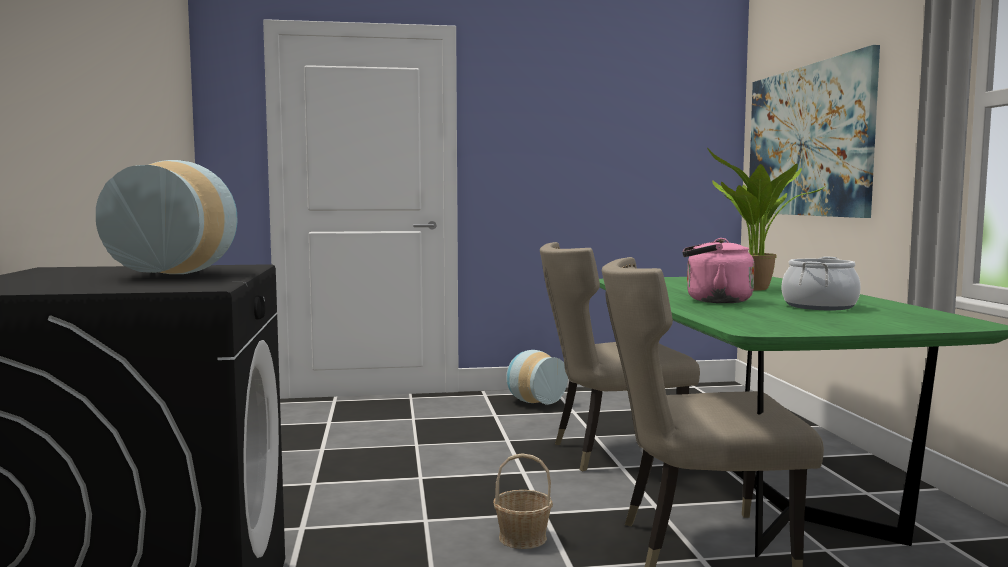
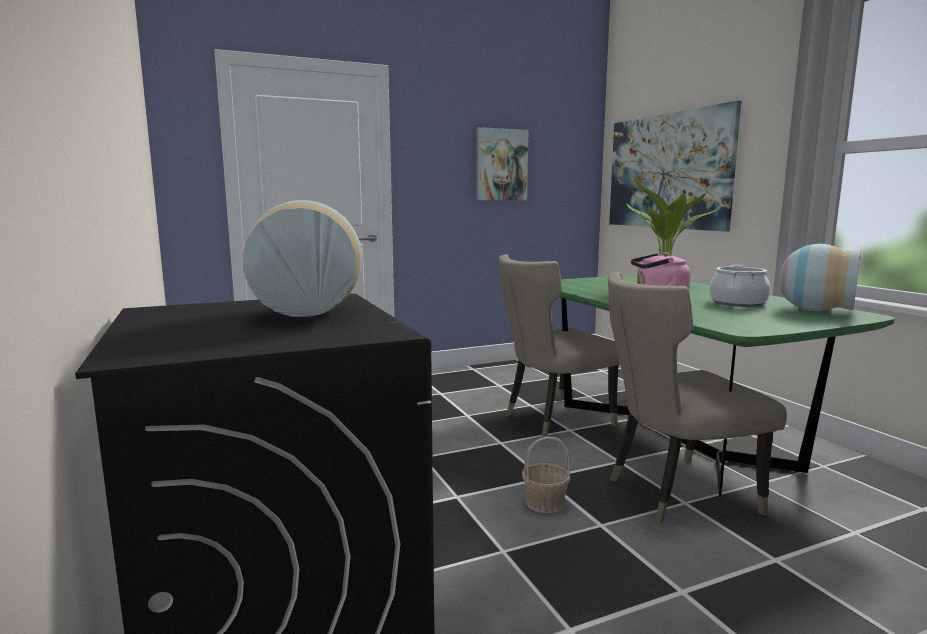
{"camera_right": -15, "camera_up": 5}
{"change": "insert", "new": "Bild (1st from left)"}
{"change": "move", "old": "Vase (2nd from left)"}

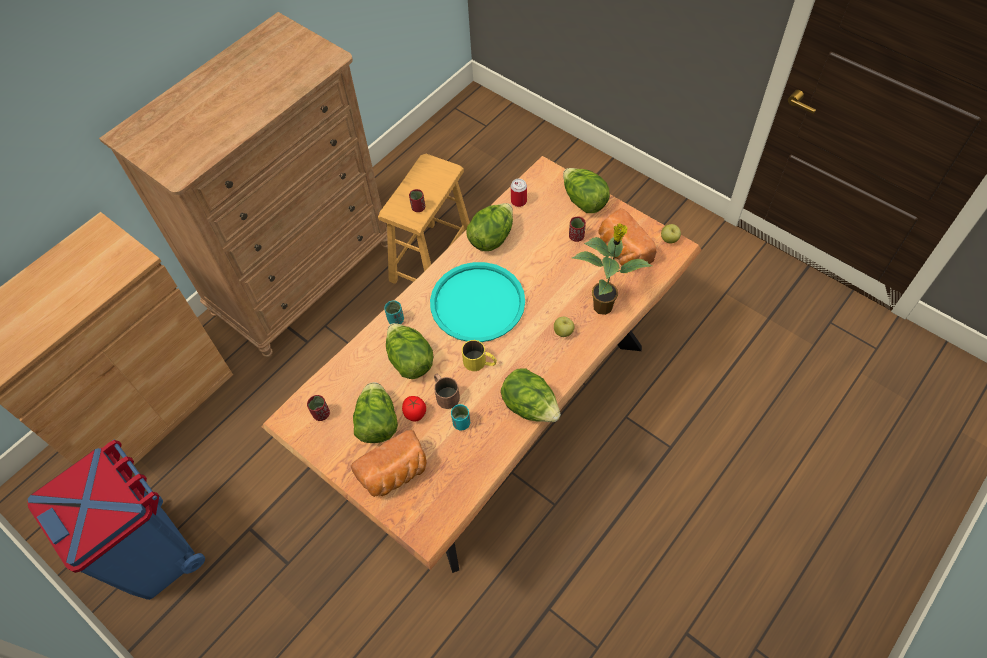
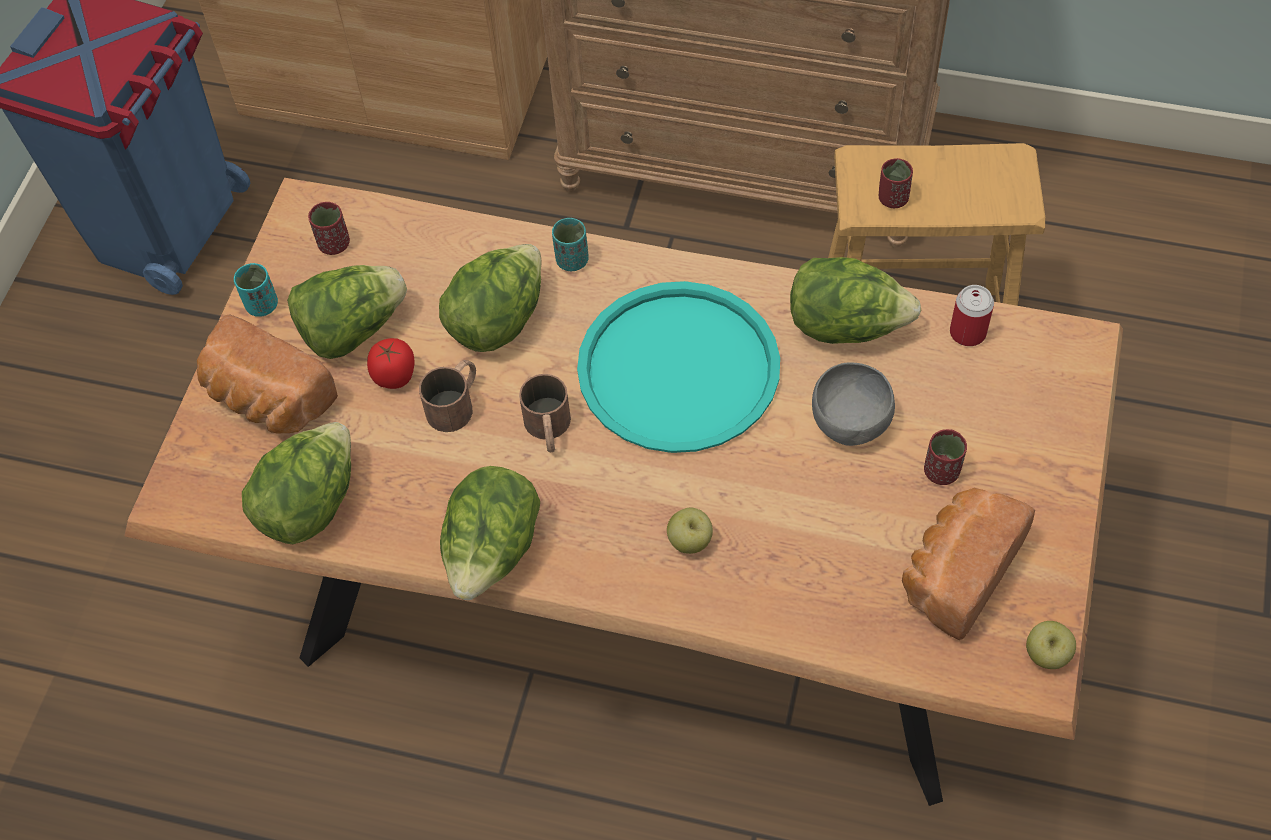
{"camera_right": 65, "camera_up": 0}
{"change": "delete", "old": "Topfpflanze"}
{"change": "insert", "new": "Schüssel (grau)"}
{"change": "move", "old": "Tasse (türkis) (2nd from left in the first image)", "new": "Tasse (türkis) (1st from left)"}
{"change": "move", "old": "Salatkopf (5th from left in the first image)", "new": "Salatkopf (1st from left)"}
{"change": "recolor", "old": "Henkelbecher (gelb)", "new": "Henkelbecher (braun) (2nd from left)"}

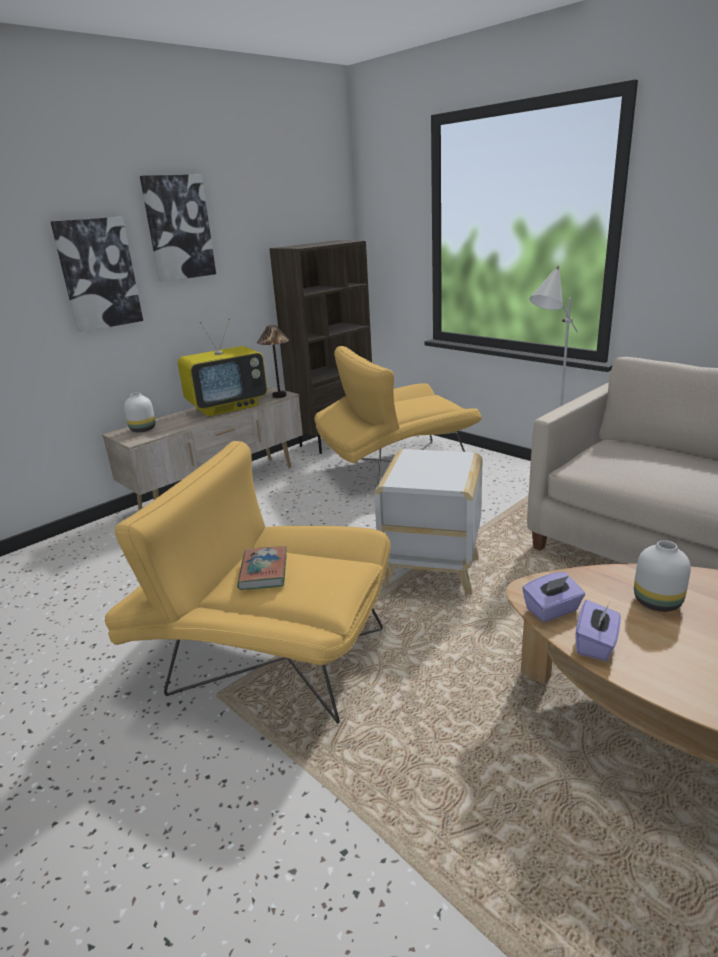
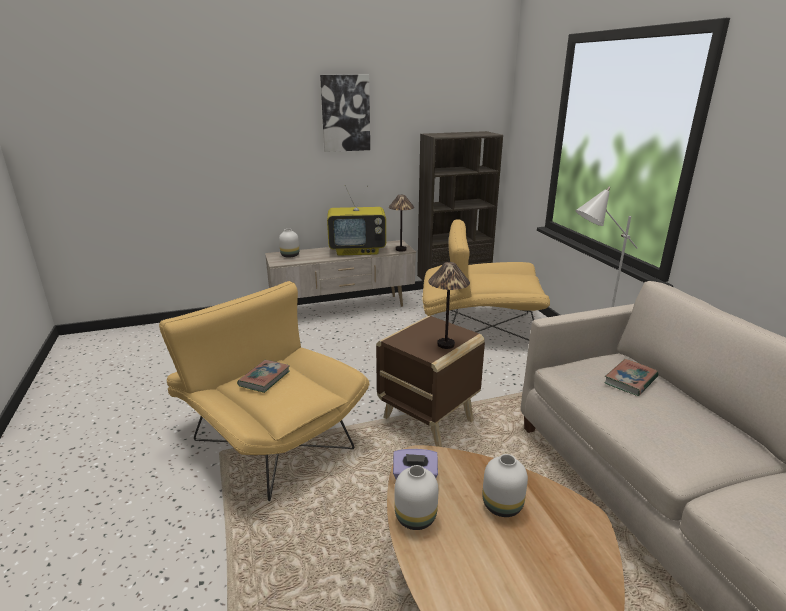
{"camera_right": 25, "camera_up": 0}
{"change": "delete", "old": "Bild (1st from left)"}
{"change": "insert", "new": "Tischlampe (2nd from left)"}
{"change": "insert", "new": "Buch (2nd from left)"}
{"change": "replace", "old": "Taschentuchbox (lila) (2nd from left)", "new": "Vase (weiß) (2nd from left)"}
{"change": "recolor", "old": "Beistelltisch (weiß)", "new": "Beistelltisch (braun)"}

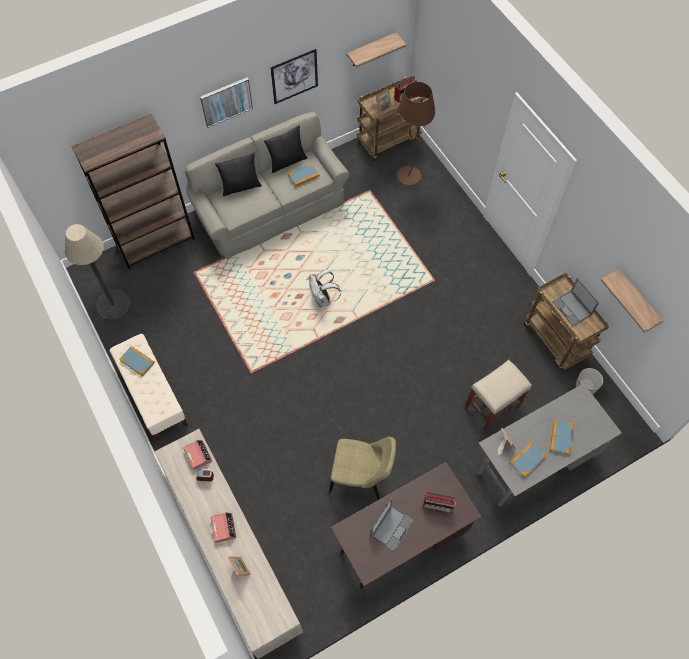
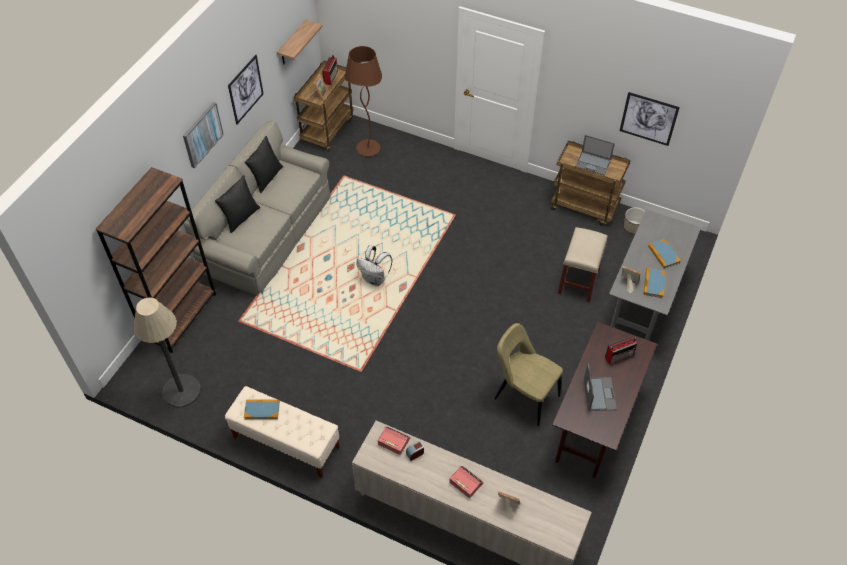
{"camera_right": -35, "camera_up": -10}
{"change": "delete", "old": "Buch (2nd from left)"}
{"change": "replace", "old": "Wandregal (2nd from left)", "new": "Bild (3rd from left)"}
{"change": "rotate", "old": "Stuhl (beige)", "degrees": -120}

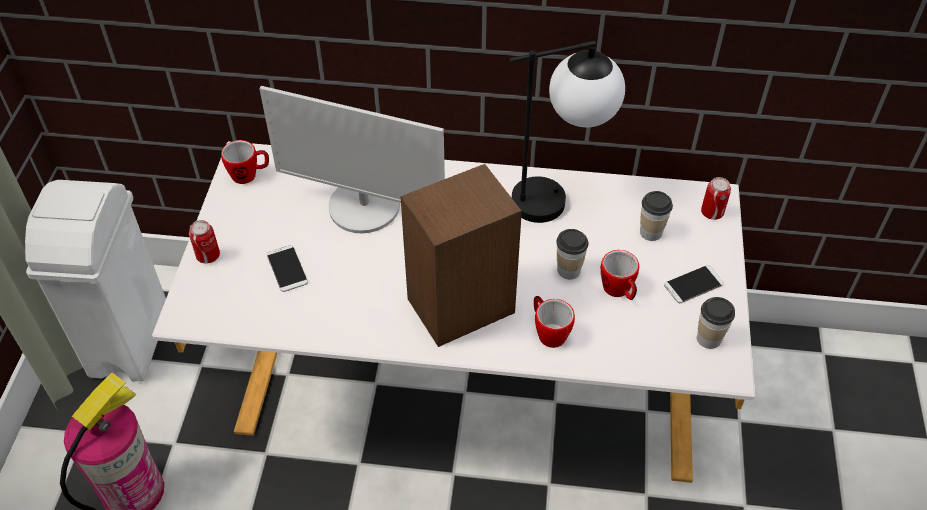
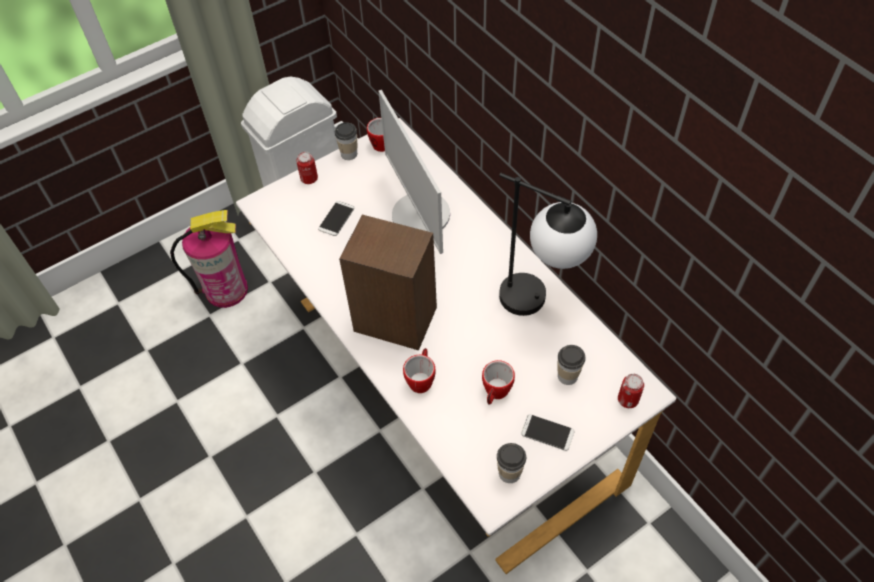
{"camera_right": 50, "camera_up": 5}
{"change": "move", "old": "Tasse (1st from left)"}

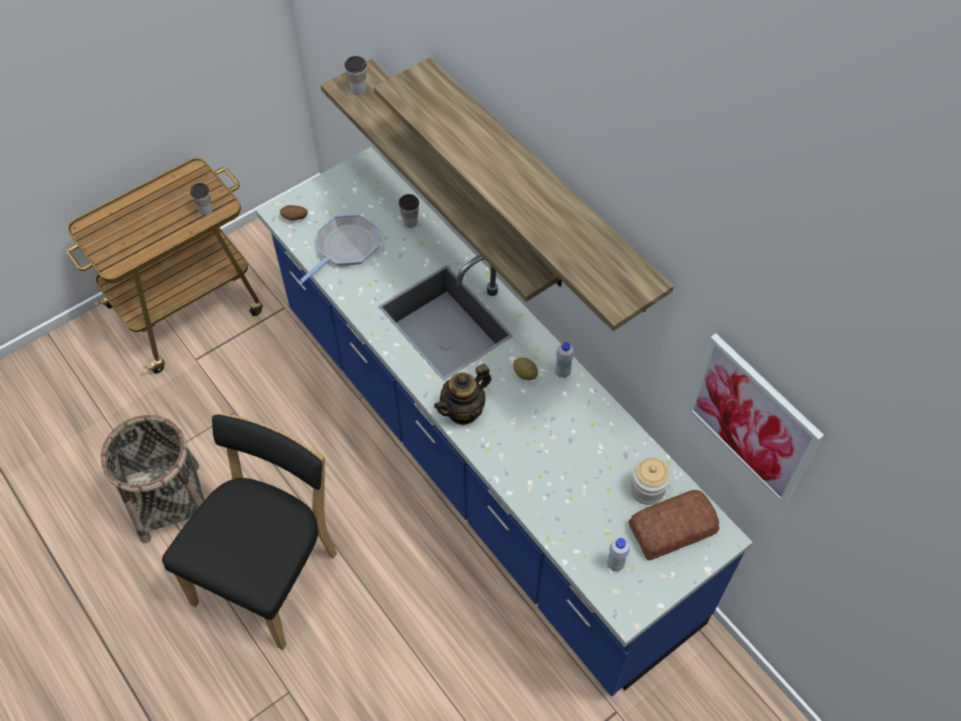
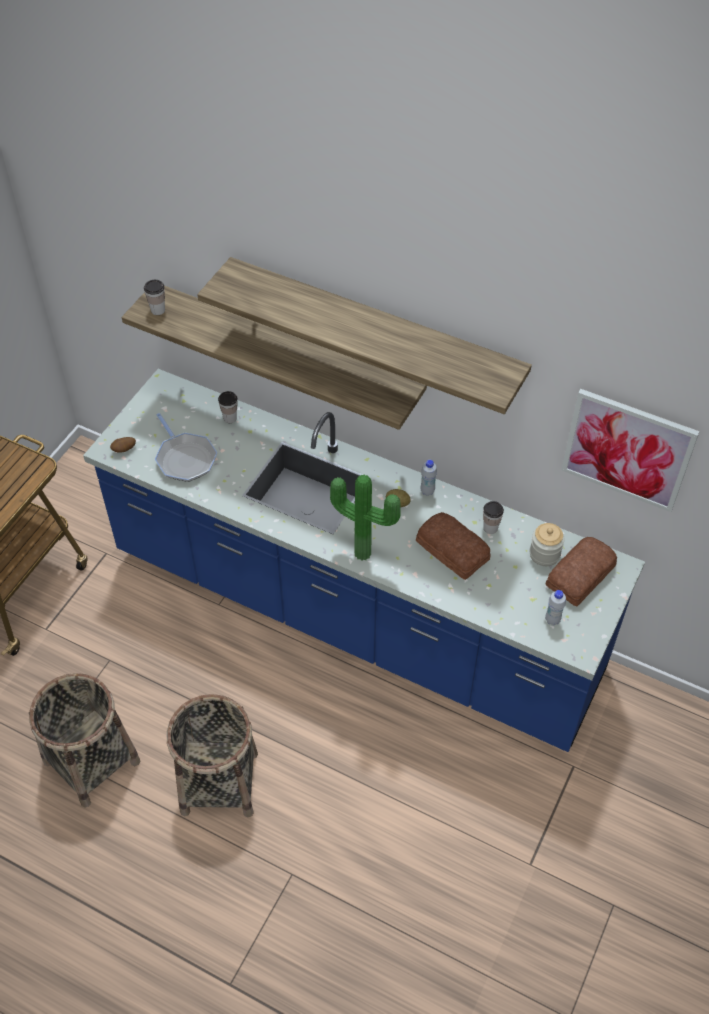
{"camera_right": -25, "camera_up": -5}
{"change": "insert", "new": "Brot (1st from left)"}
{"change": "move", "old": "Tasse (1st from left in the first image)", "new": "Tasse (3rd from left)"}
{"change": "replace", "old": "Stuhl (schwarz)", "new": "Korb (2nd from left)"}
{"change": "replace", "old": "Teekanne", "new": "Topfpflanze"}
{"change": "rotate", "old": "Pfanne", "degrees": 135}

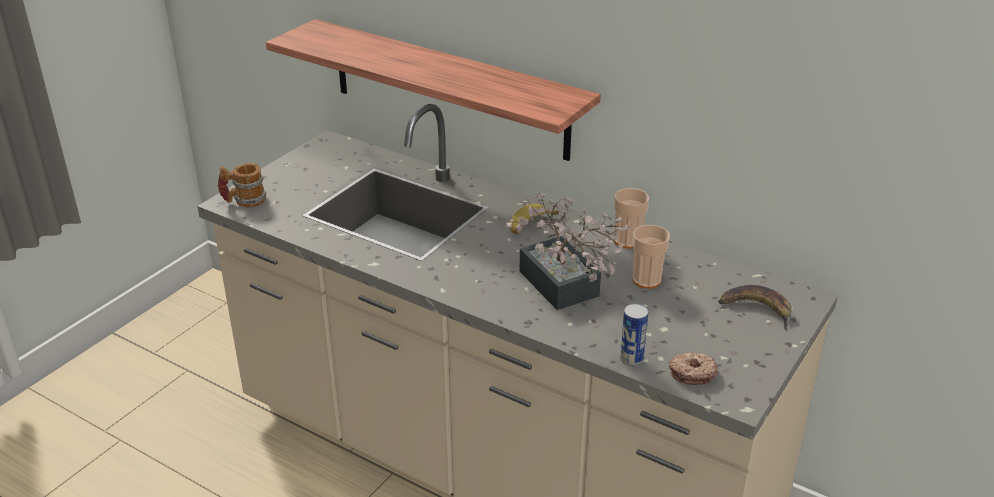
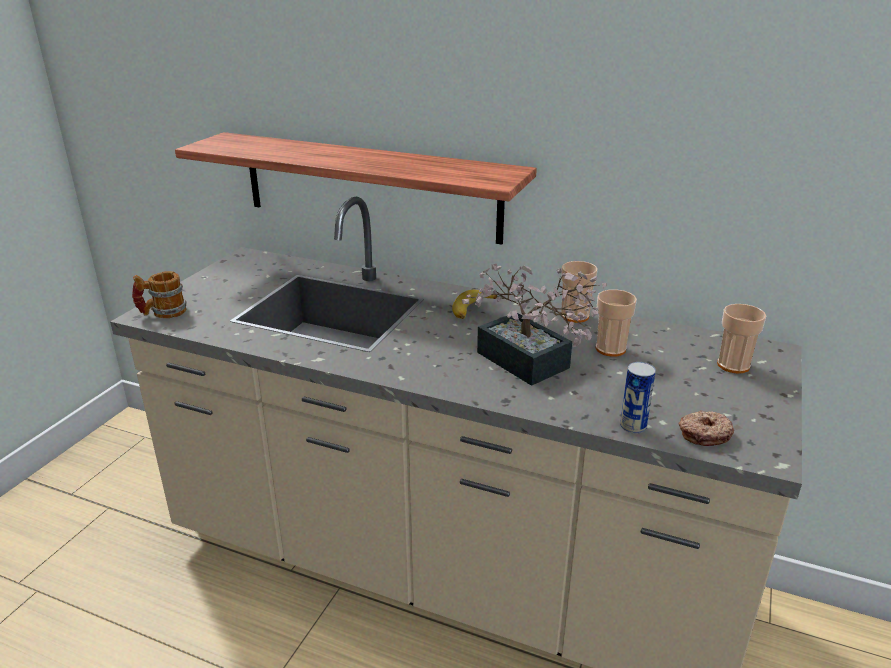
{"camera_right": -10, "camera_up": -5}
{"change": "replace", "old": "Banane (2nd from left)", "new": "Tasse (3rd from left)"}

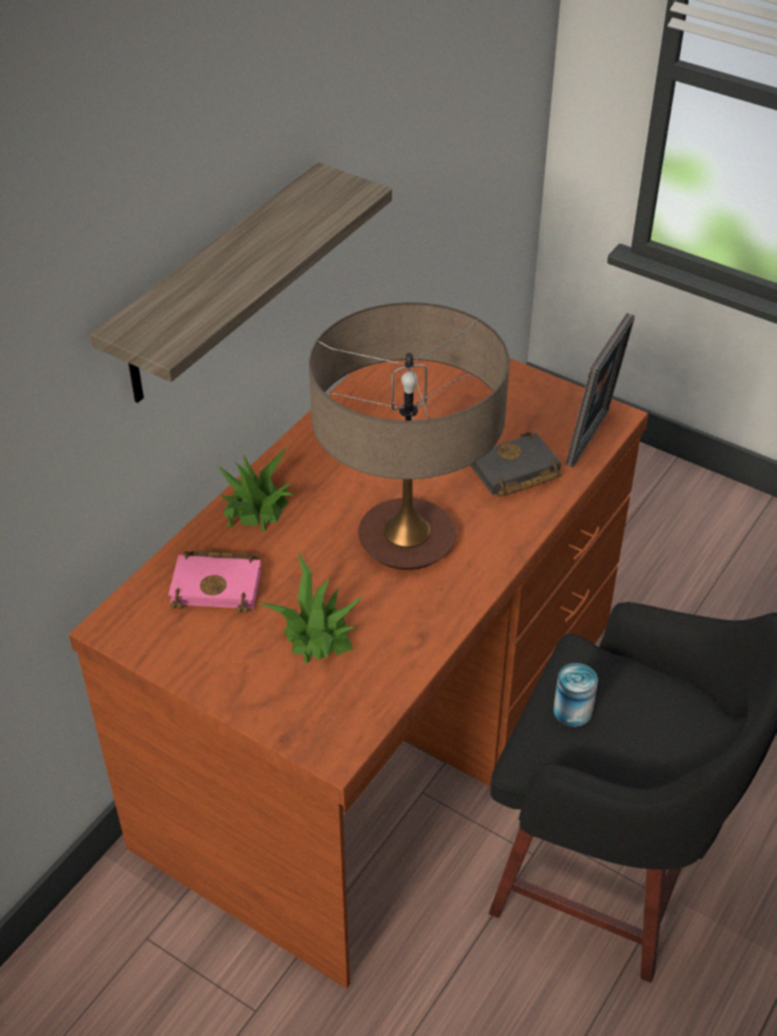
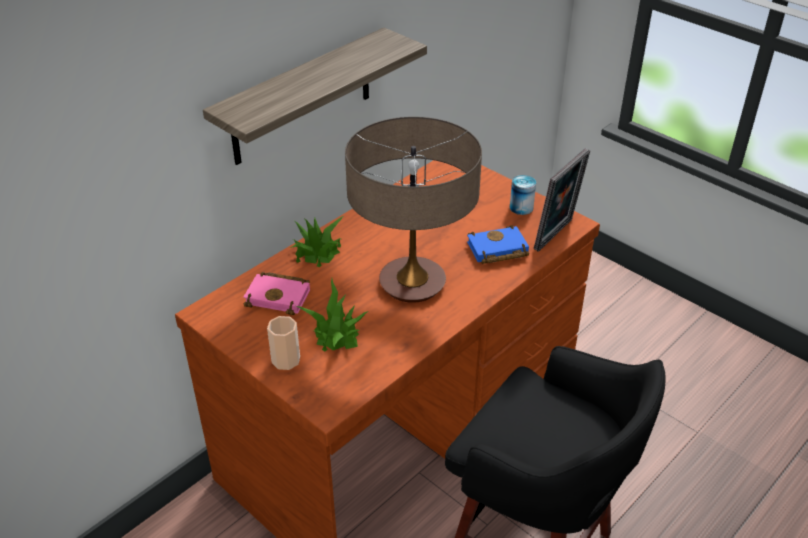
{"camera_right": 10, "camera_up": -5}
{"change": "insert", "new": "Tasse"}
{"change": "move", "old": "Dose"}
{"change": "recolor", "old": "Buch (schwarz)", "new": "Buch (blau)"}

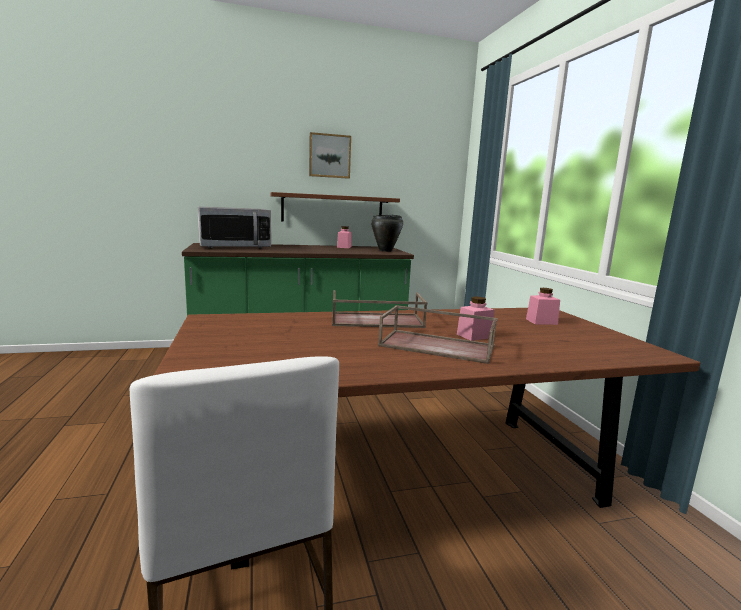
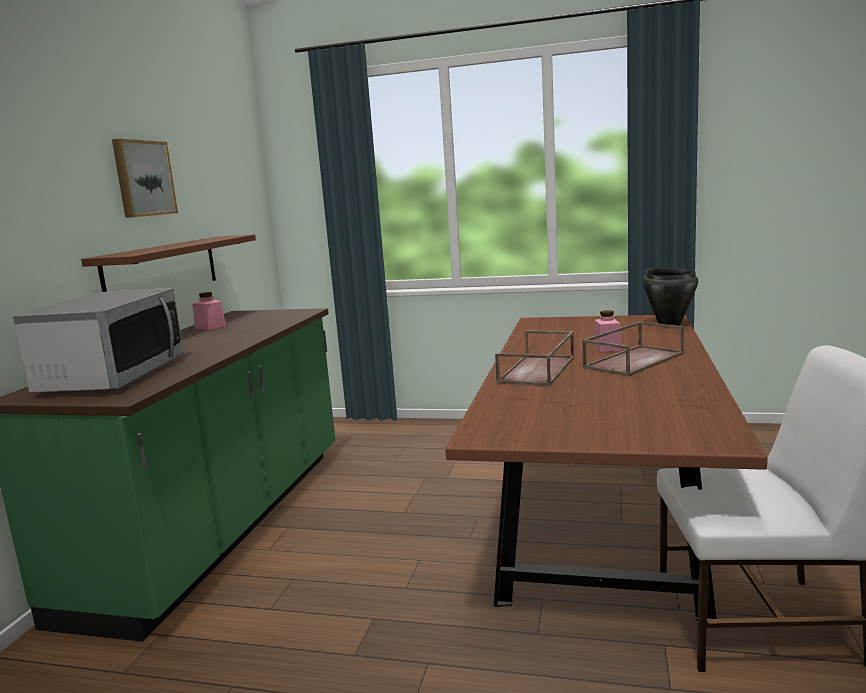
{"camera_right": -60, "camera_up": 0}
{"change": "delete", "old": "Vorratsglas (rosa) (3rd from left)"}
{"change": "move", "old": "Kochtopf (schwarz)"}

